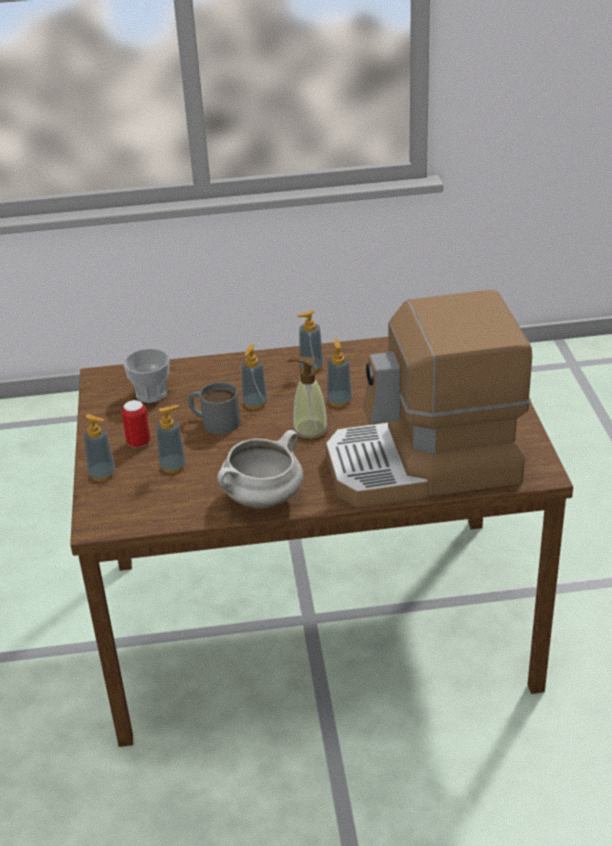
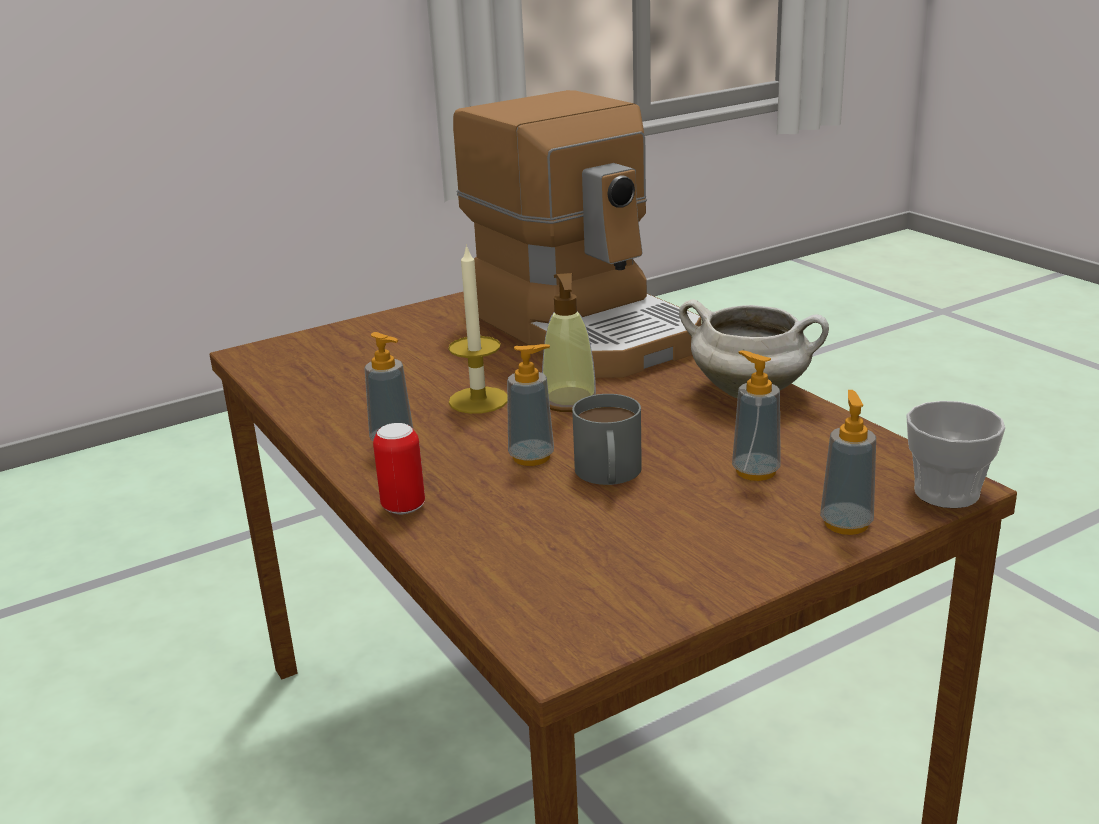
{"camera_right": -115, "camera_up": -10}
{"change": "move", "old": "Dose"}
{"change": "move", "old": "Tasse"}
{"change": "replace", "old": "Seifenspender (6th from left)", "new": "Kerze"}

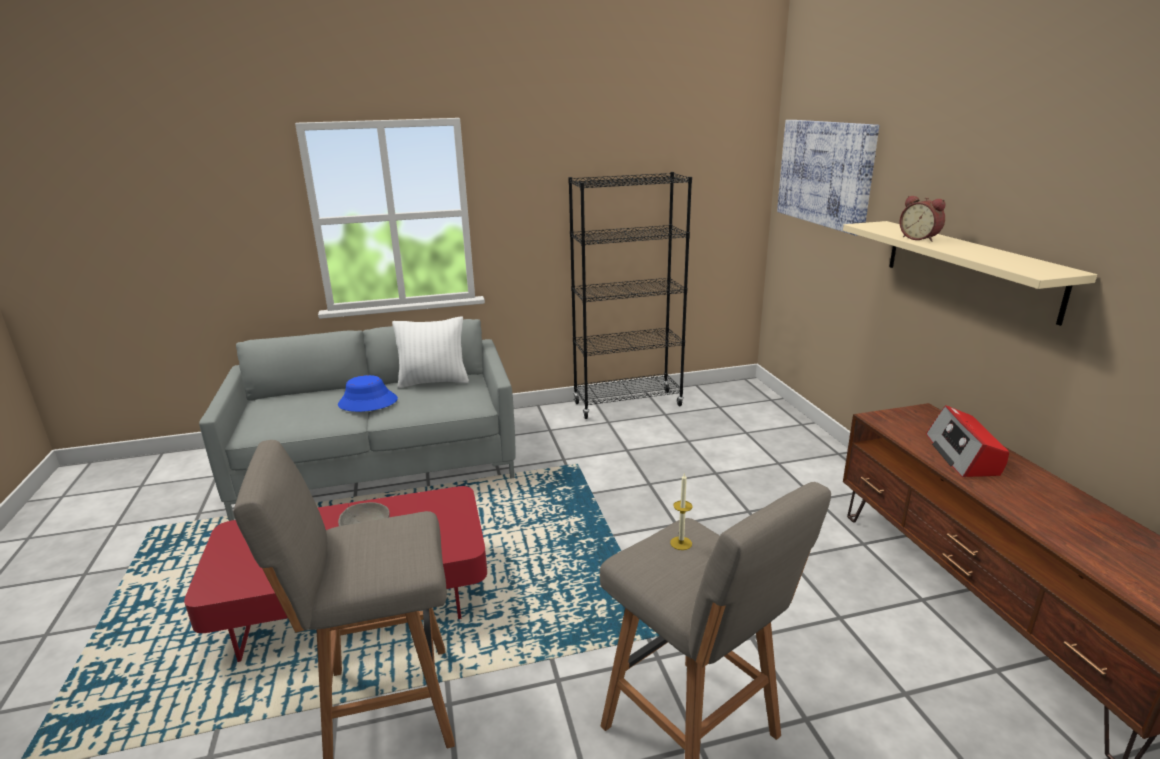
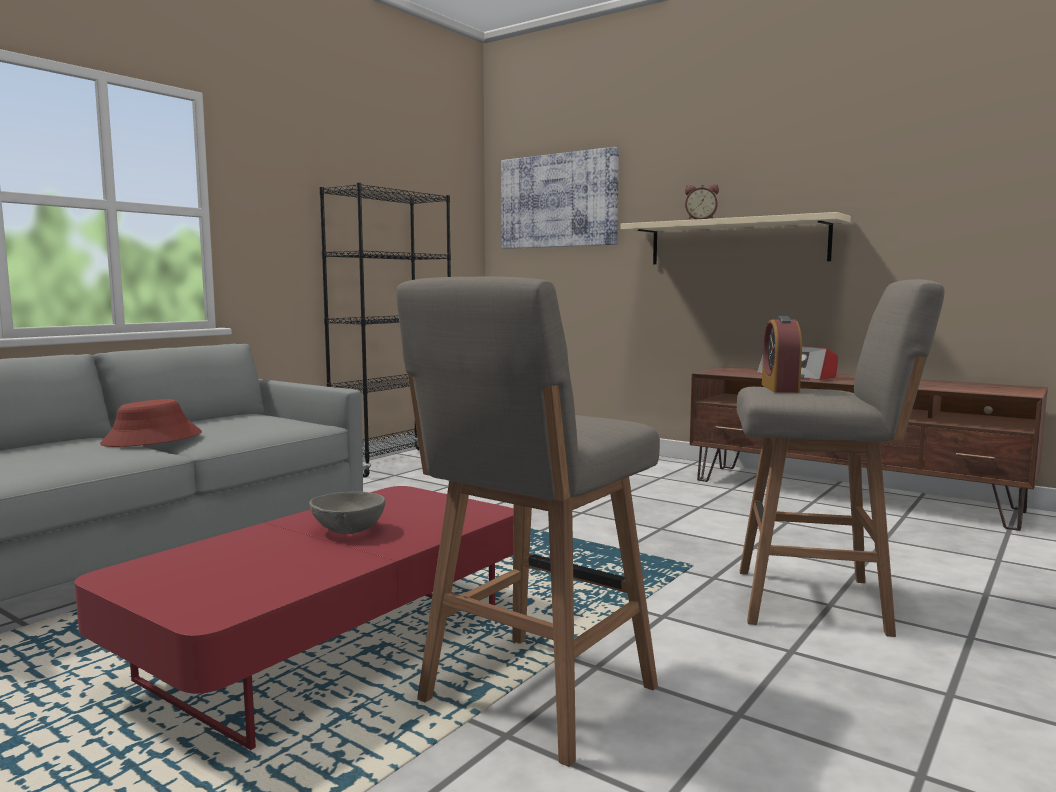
{"camera_right": -40, "camera_up": -15}
{"change": "delete", "old": "Kissen (weiß)"}
{"change": "replace", "old": "Kerze", "new": "Wecker (2nd from left)"}
{"change": "recolor", "old": "Hut (blau)", "new": "Hut (rot)"}

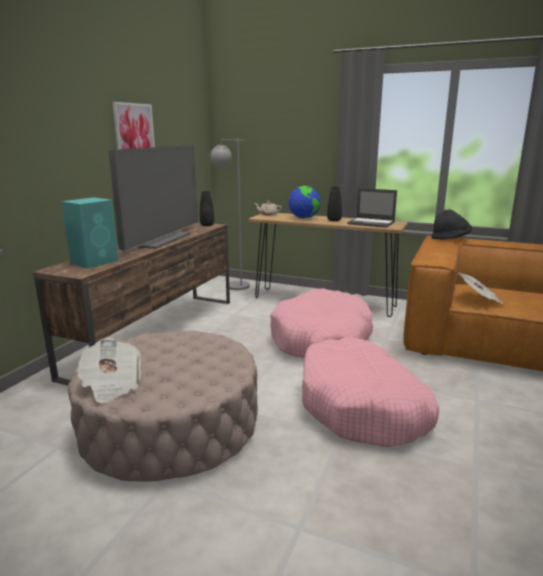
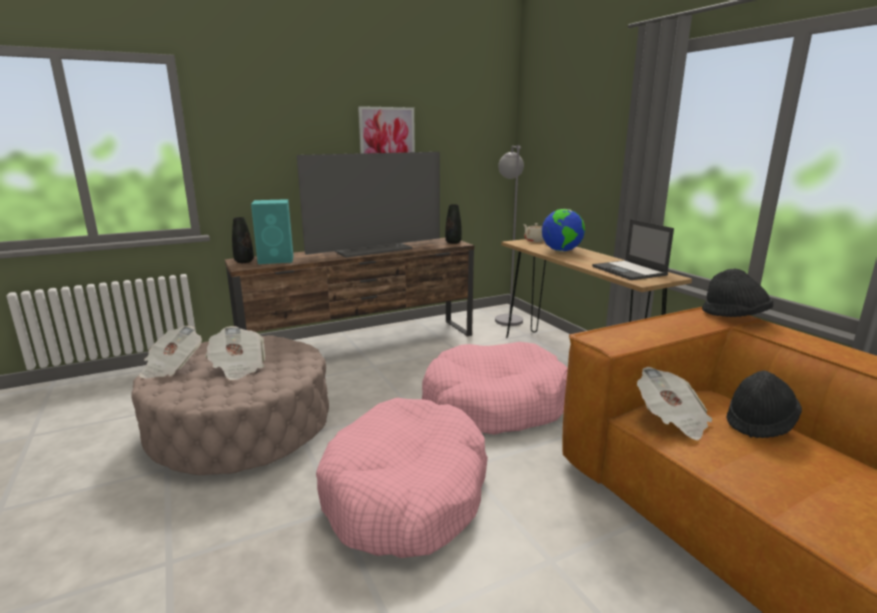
{"camera_right": 40, "camera_up": 0}
{"change": "insert", "new": "Zeitung (2nd from left)"}
{"change": "insert", "new": "Hut (schwarz) (2nd from left)"}
{"change": "move", "old": "Vase (schwarz) (2nd from left in the first image)", "new": "Vase (schwarz) (1st from left)"}

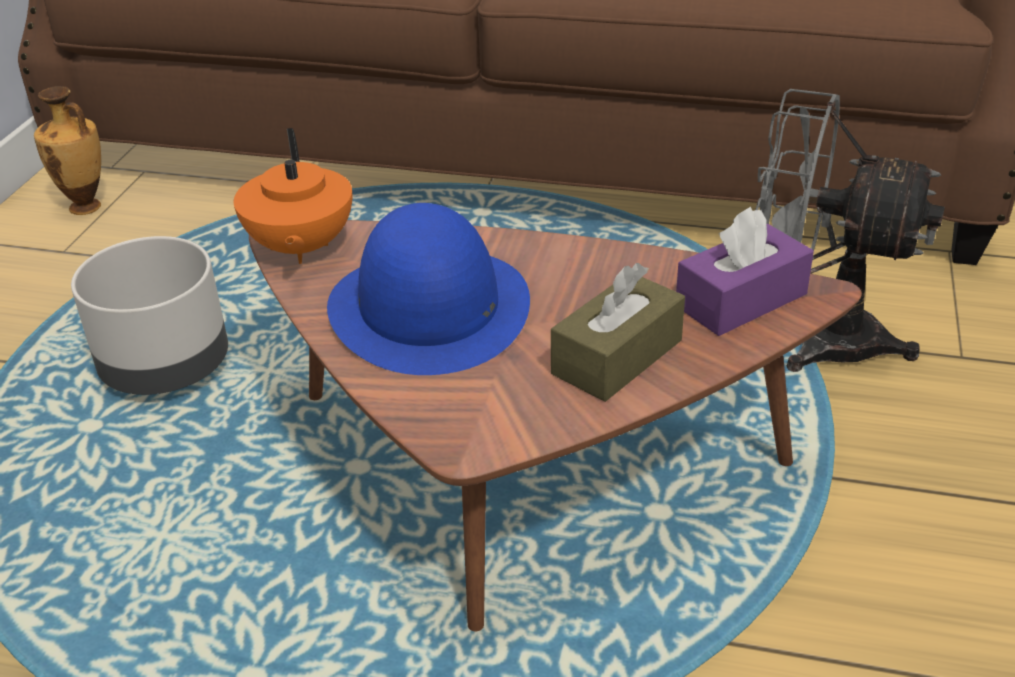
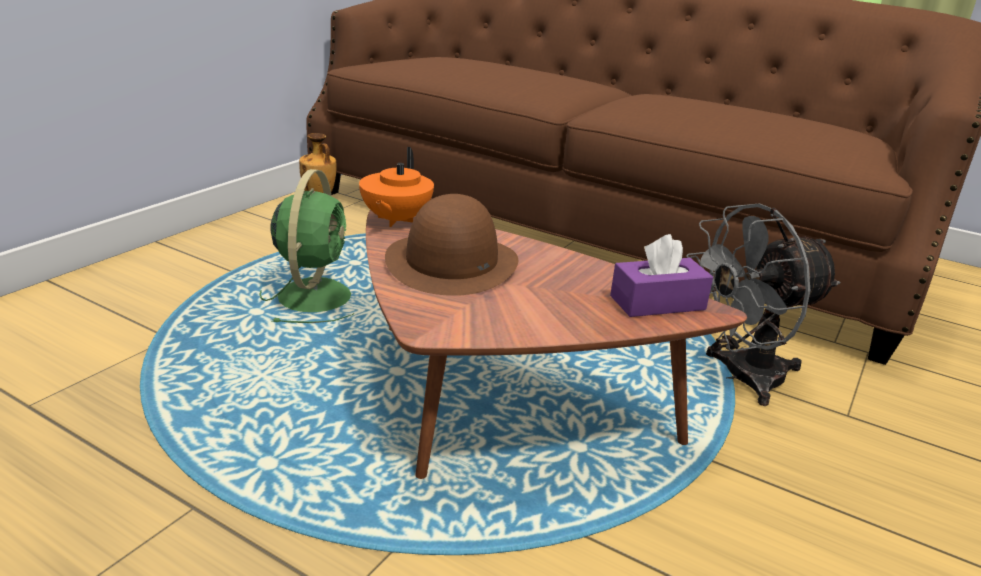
{"camera_right": 15, "camera_up": -10}
{"change": "delete", "old": "Taschentuchbox (braun)"}
{"change": "replace", "old": "Pflanzkübel (grau)", "new": "Ventilator (grün)"}
{"change": "recolor", "old": "Hut (blau)", "new": "Hut (braun)"}
{"change": "rotate", "old": "Ventilator (grau)", "degrees": -60}

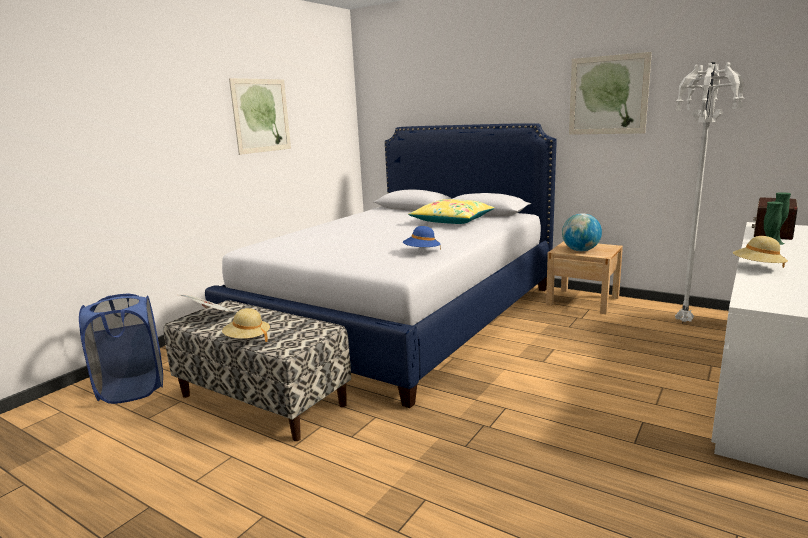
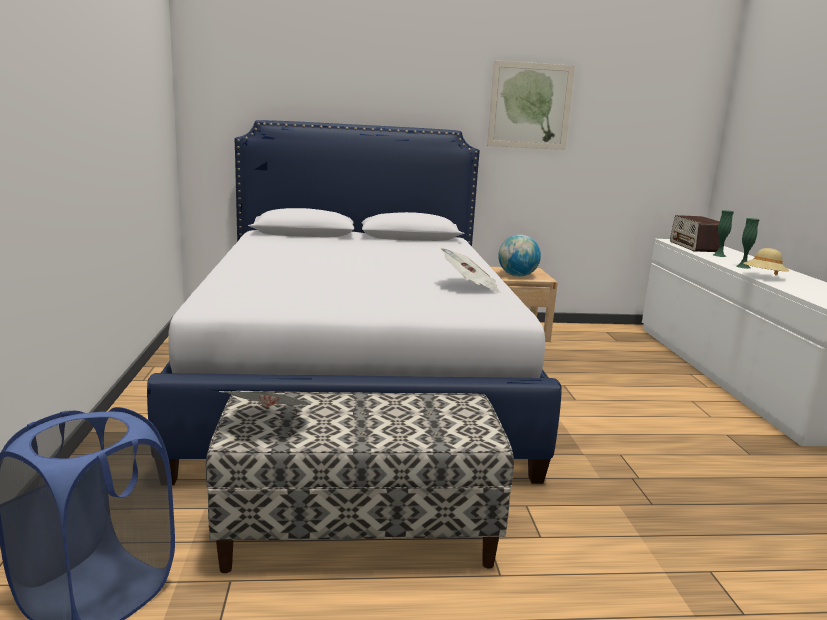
{"camera_right": -40, "camera_up": 0}
{"change": "delete", "old": "Hut (beige) (1st from left)"}
{"change": "delete", "old": "Bild (1st from left)"}
{"change": "delete", "old": "Kissen (gelb)"}
{"change": "delete", "old": "Stehlampe (weiß)"}
{"change": "replace", "old": "Hut (blau)", "new": "Zeitung (2nd from left)"}

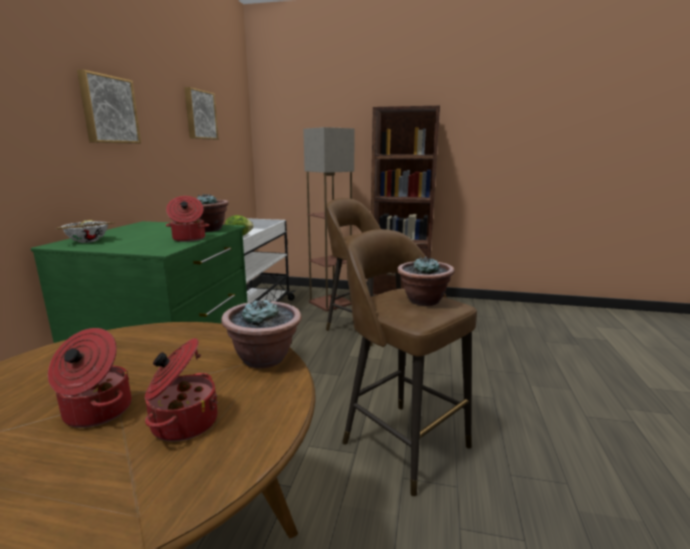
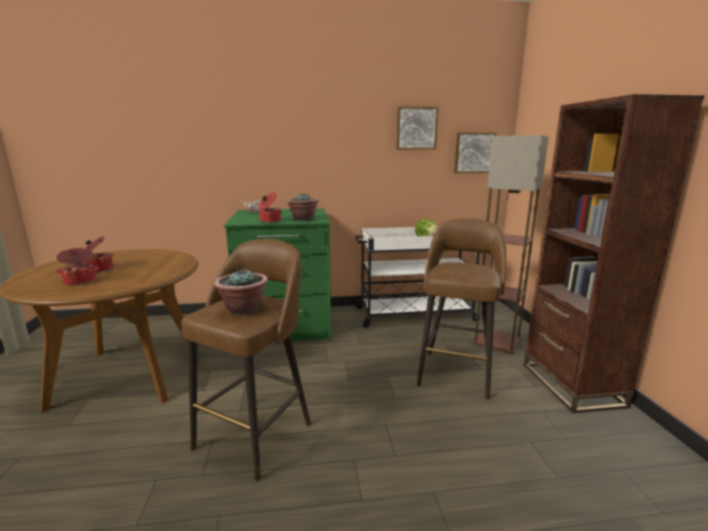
{"camera_right": 70, "camera_up": 0}
{"change": "delete", "old": "Topfpflanze (2nd from left)"}
{"change": "move", "old": "Bild (1st from left in the first image)", "new": "Bild (2nd from left)"}

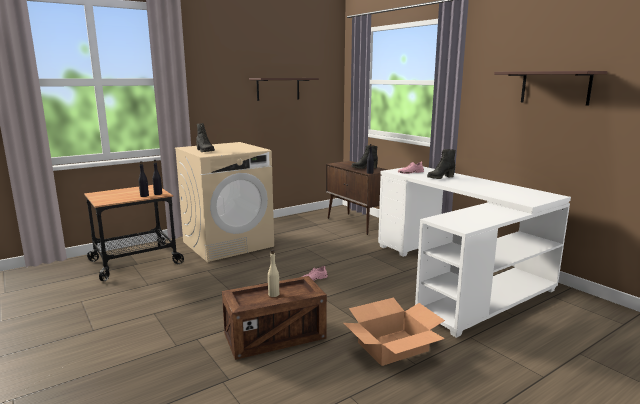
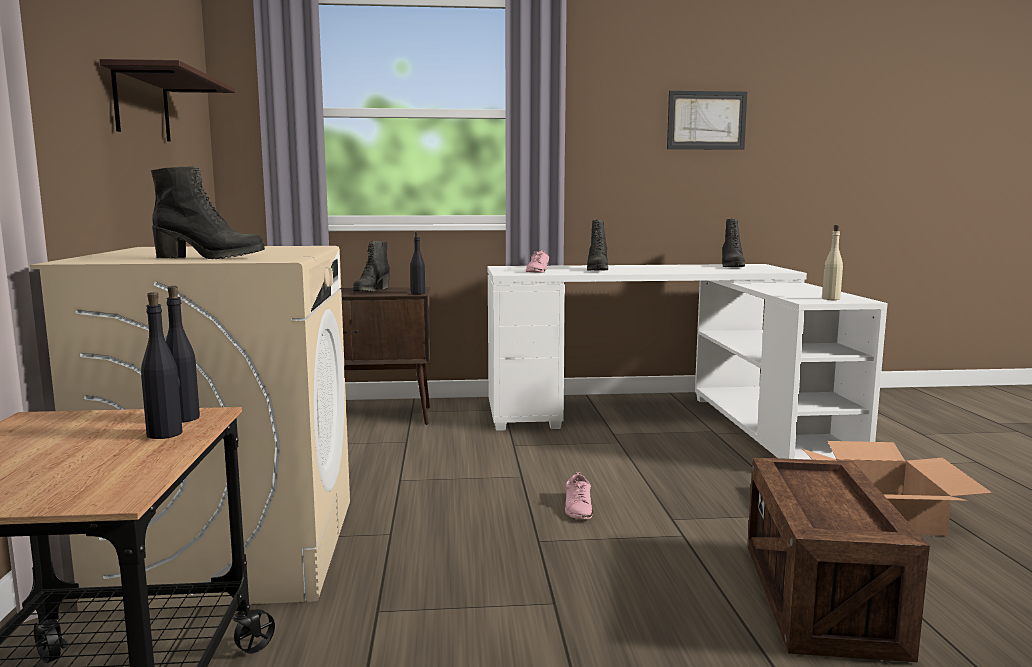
{"camera_right": -60, "camera_up": -5}
{"change": "insert", "new": "Stiefel (schwarz) (4th from left)"}
{"change": "move", "old": "Flasche (beige)"}
{"change": "replace", "old": "Wandregal (2nd from left)", "new": "Bild"}

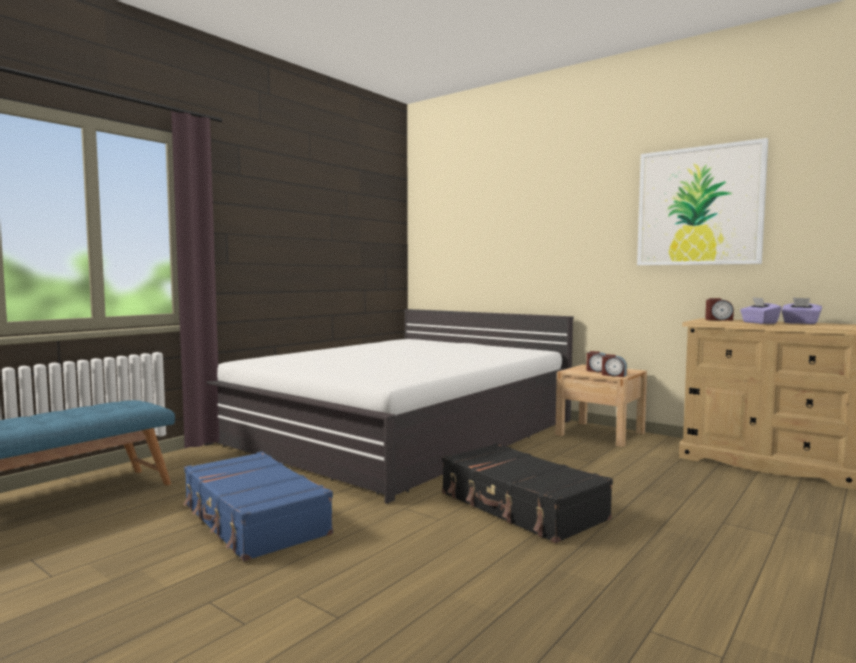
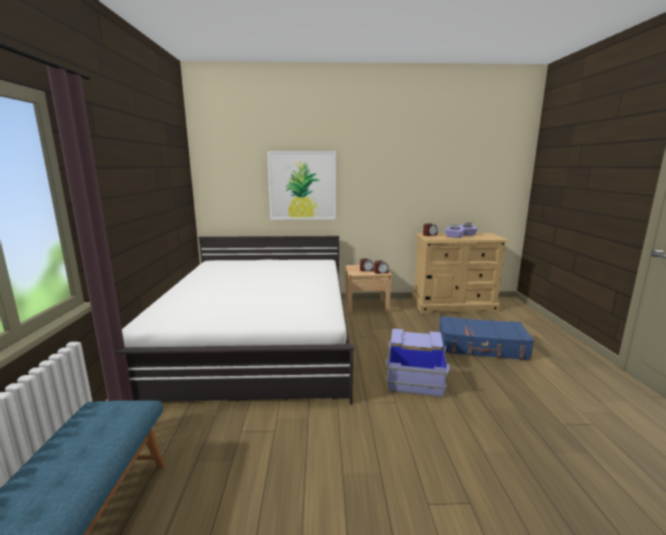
{"camera_right": -40, "camera_up": 10}
{"change": "move", "old": "Koffer (blau)"}
{"change": "move", "old": "Bild"}
{"change": "replace", "old": "Koffer (schwarz)", "new": "Aufbewahrungsbox (blau)"}

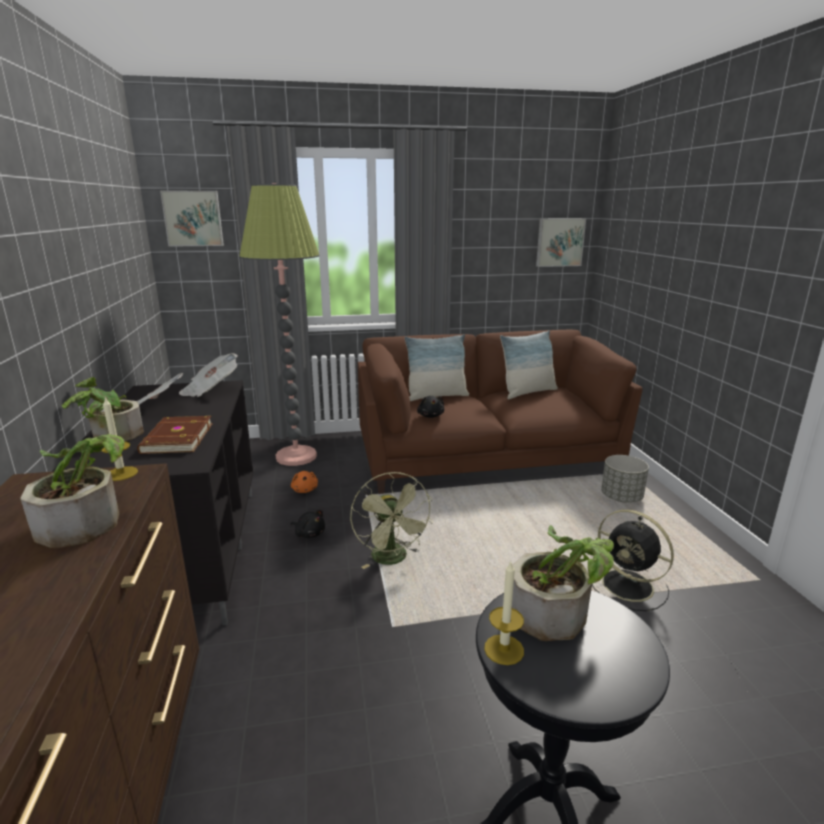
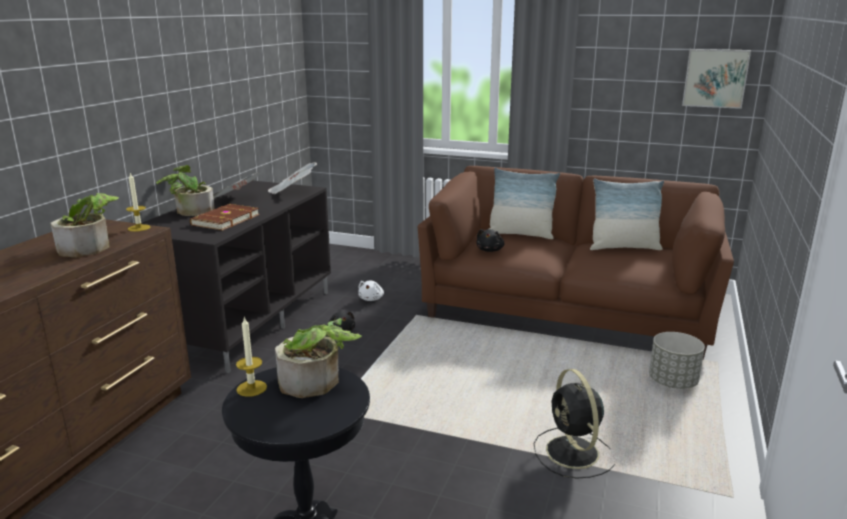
{"camera_right": 30, "camera_up": 0}
{"change": "delete", "old": "Bild (1st from left)"}
{"change": "delete", "old": "Stehlampe"}
{"change": "delete", "old": "Ventilator (grün)"}
{"change": "recolor", "old": "Plüschtier (orange)", "new": "Plüschtier (weiß)"}

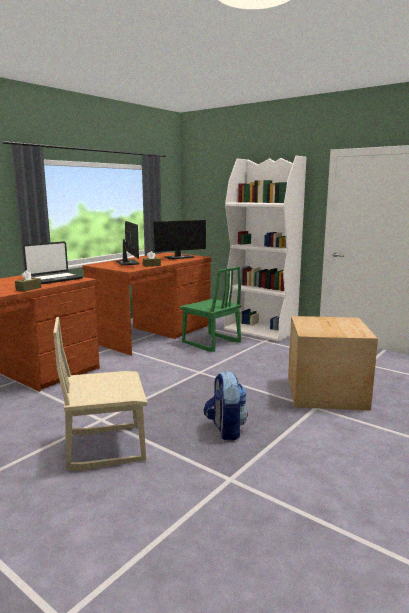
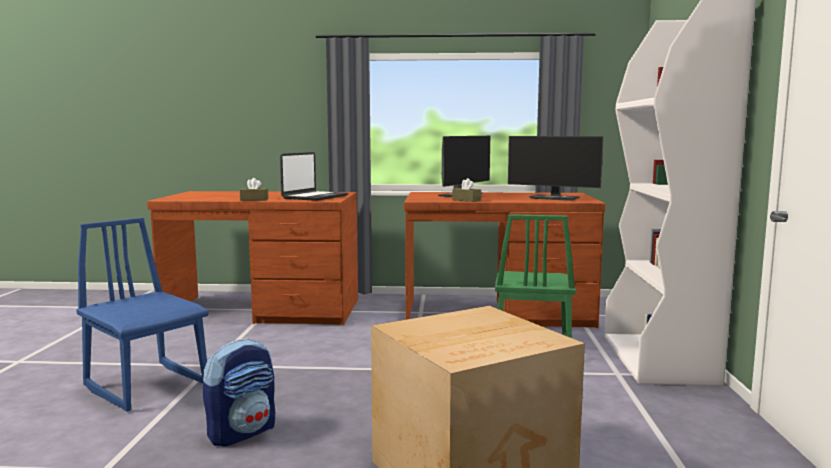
{"camera_right": 55, "camera_up": -5}
{"change": "recolor", "old": "Stuhl (beige)", "new": "Stuhl (blau)"}
{"change": "rotate", "old": "Laptop", "degrees": -75}

